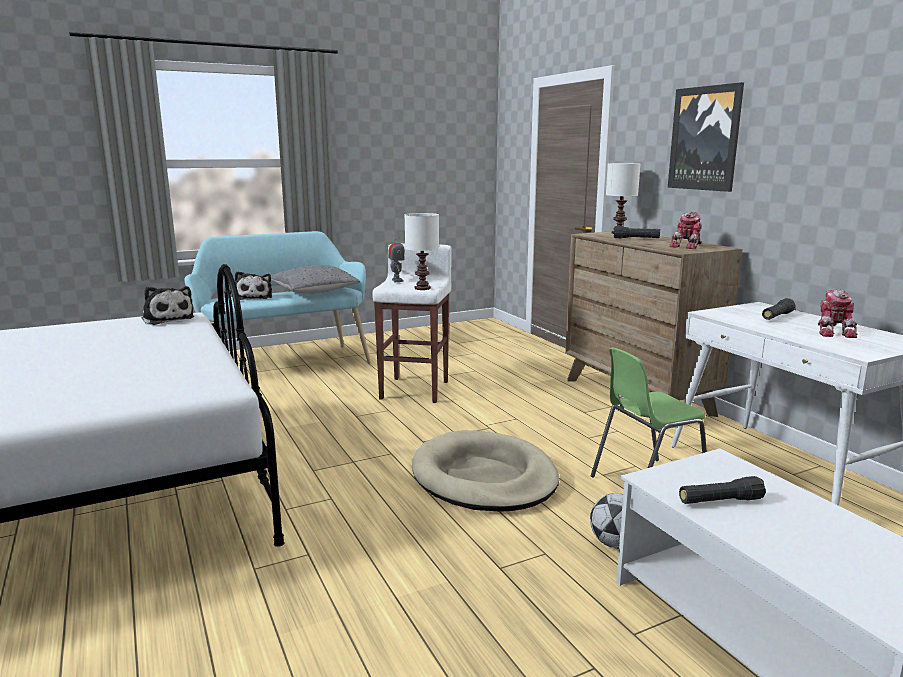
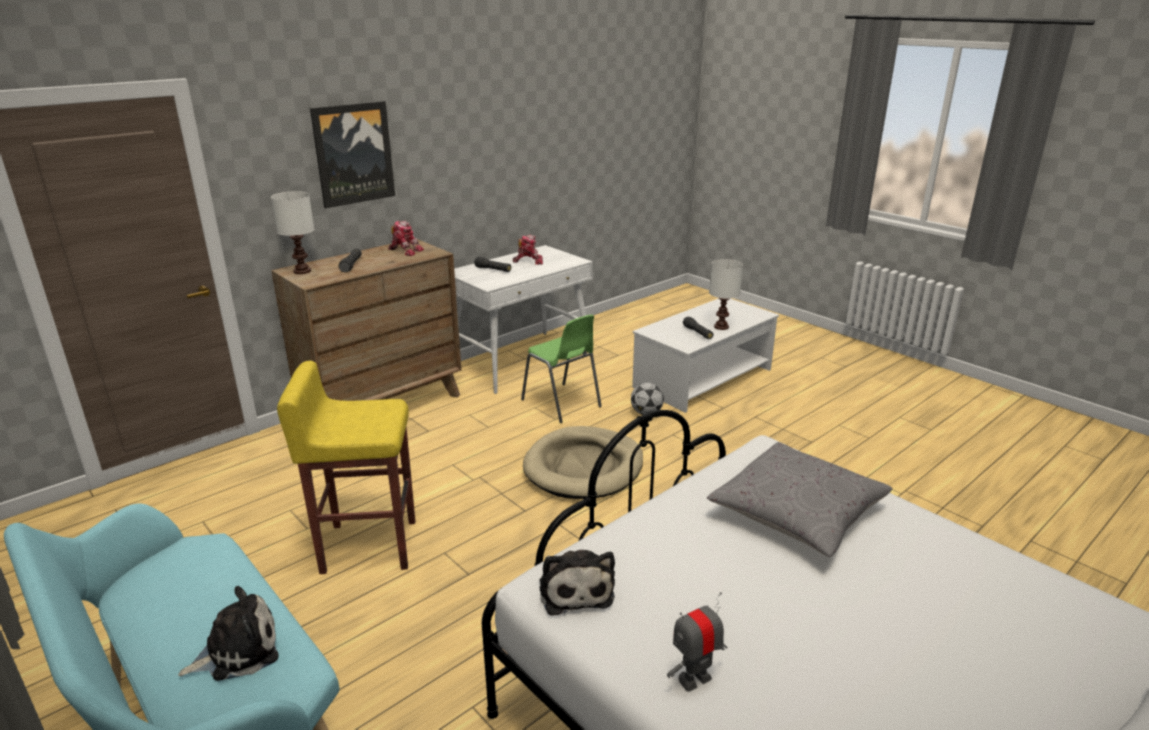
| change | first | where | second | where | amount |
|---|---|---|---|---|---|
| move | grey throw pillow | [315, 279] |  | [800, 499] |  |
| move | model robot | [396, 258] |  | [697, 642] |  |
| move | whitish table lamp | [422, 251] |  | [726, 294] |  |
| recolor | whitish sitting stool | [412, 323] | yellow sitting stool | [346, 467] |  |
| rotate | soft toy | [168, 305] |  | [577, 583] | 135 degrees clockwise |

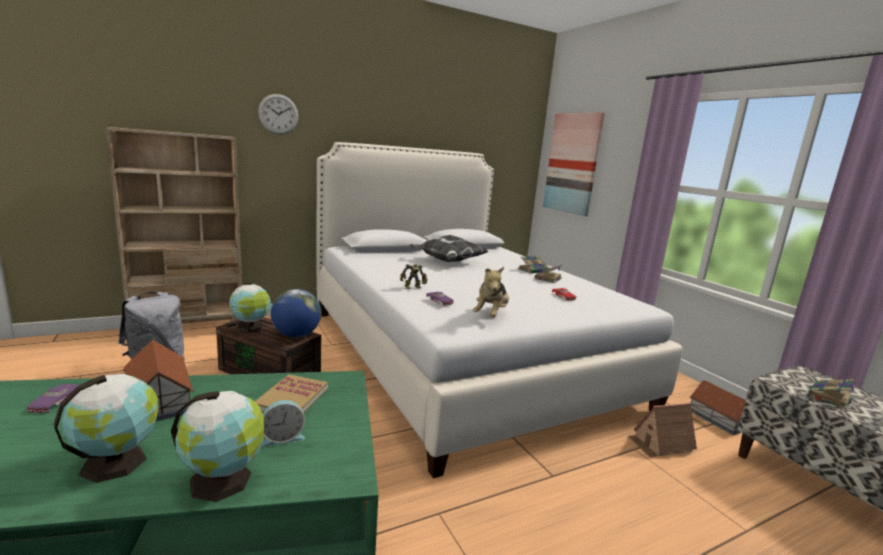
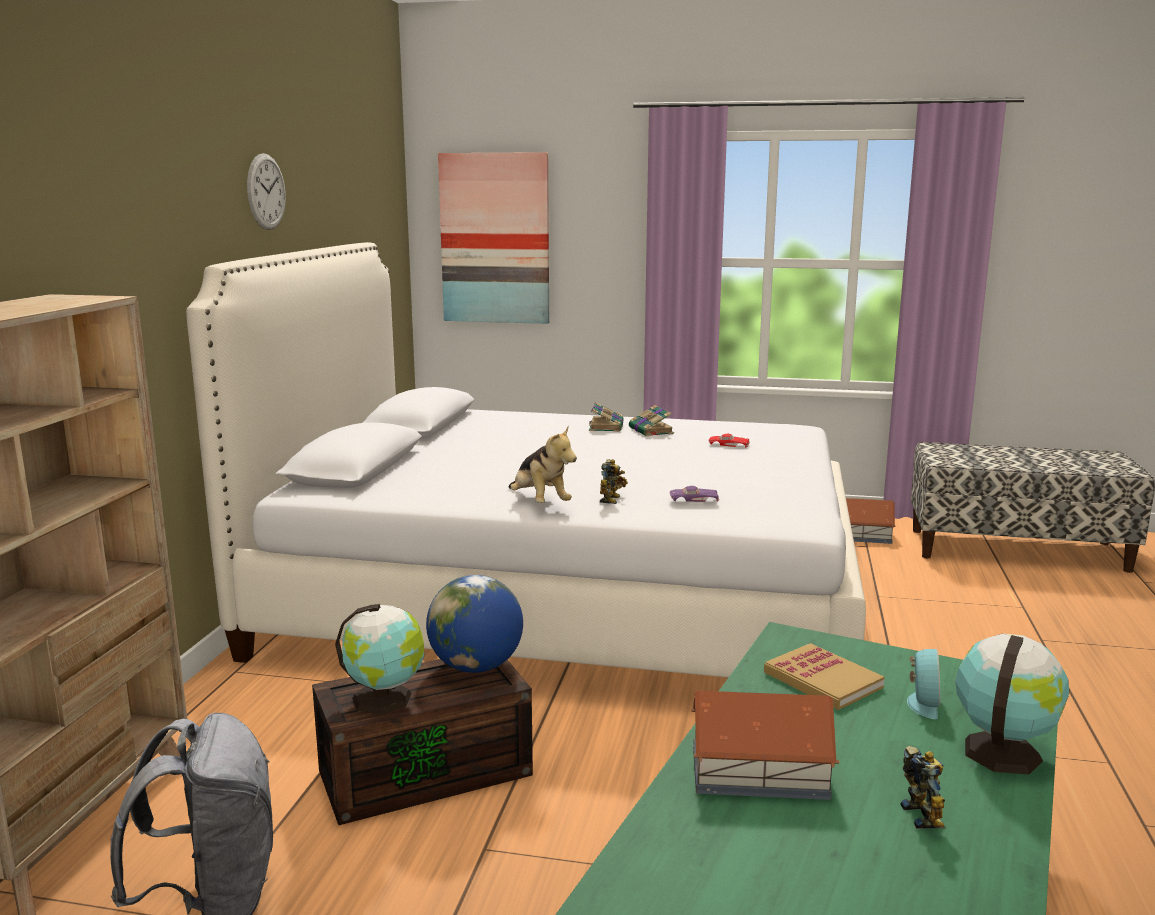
| change | first | where | second | where | amount |
|---|---|---|---|---|---|
| delete | purple model car | [53, 399] |  |  |  |
| delete | throw pillow | [449, 248] |  |  |  |
| delete | toy house | [662, 430] |  |  |  |
| delete | volume | [831, 394] |  |  |  |
| move | clock on the wall | [278, 114] |  | [266, 191] |  |
| move | soft toy | [491, 292] |  | [542, 465] |  |
| replace | globe | [106, 428] | model robot | [923, 787] |  |

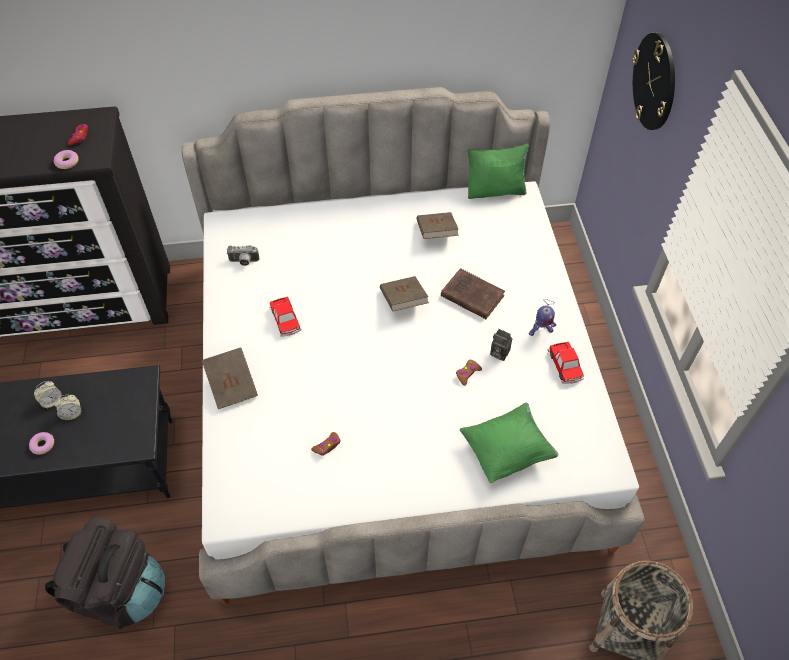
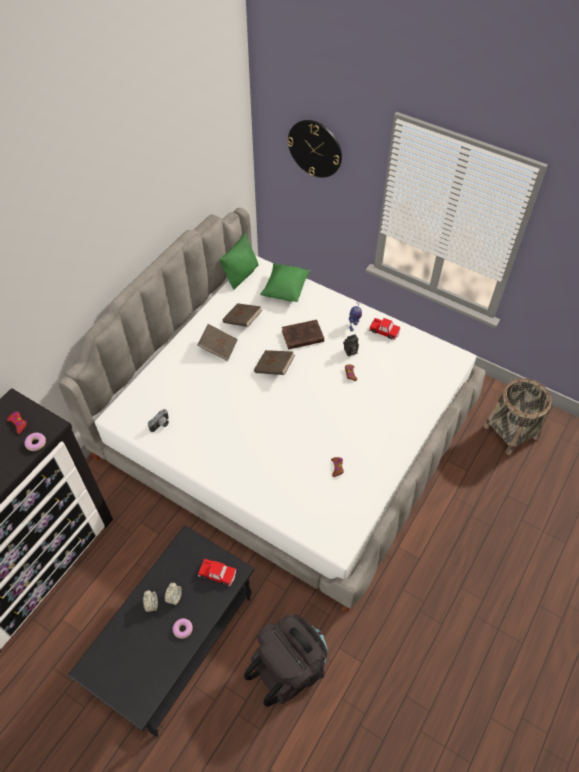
| change | first | where | second | where | amount |
|---|---|---|---|---|---|
| move | brownish volume | [230, 378] |  | [217, 342] |  |
| move | model car | [285, 317] |  | [217, 573] |  |
| move | green throw pillow | [509, 443] |  | [285, 282] |  |

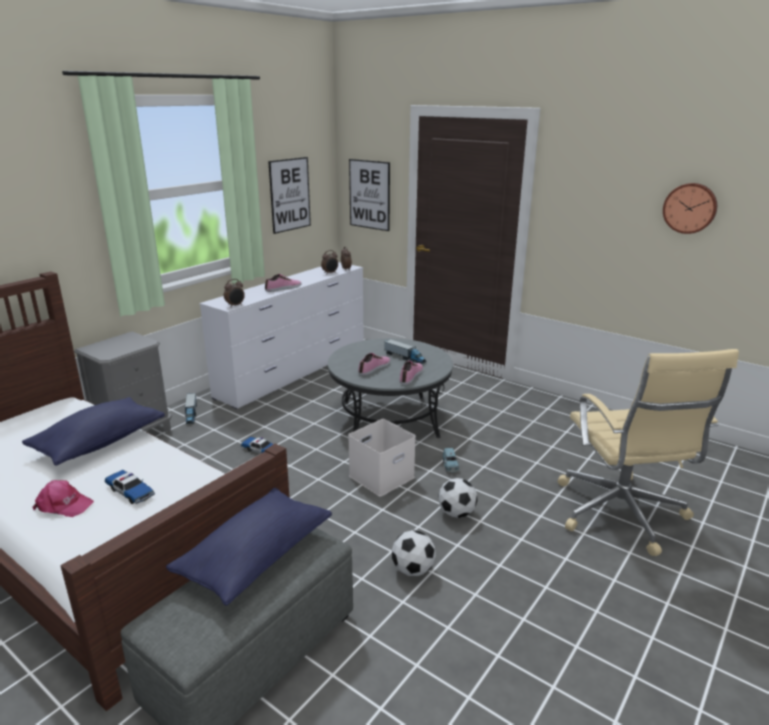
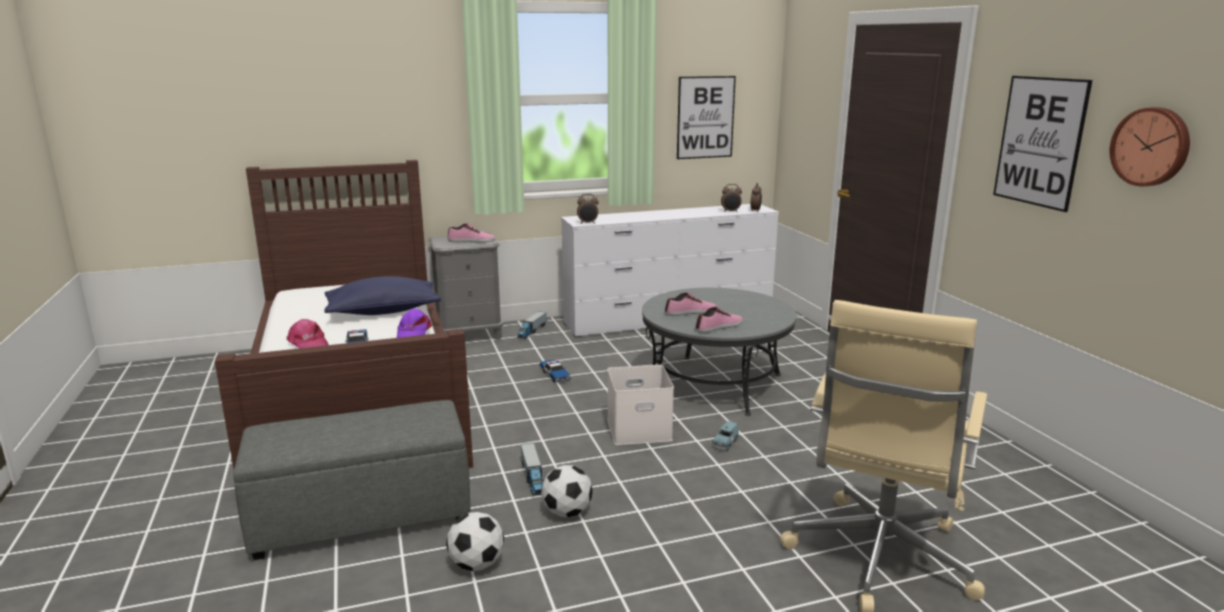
| change | first | where | second | where | amount |
|---|---|---|---|---|---|
| delete | blue throw pillow | [249, 547] |  |  |  |
| insert |  |  | purple peaked cap | [414, 323] |  |
| move | low shoe | [283, 283] |  | [471, 233] |  |
| move | picture | [369, 195] |  | [1042, 144] |  |
| move | toy lorry | [405, 351] |  | [532, 469] |  |
| move | ball for football | [457, 498] |  | [475, 541] |  |

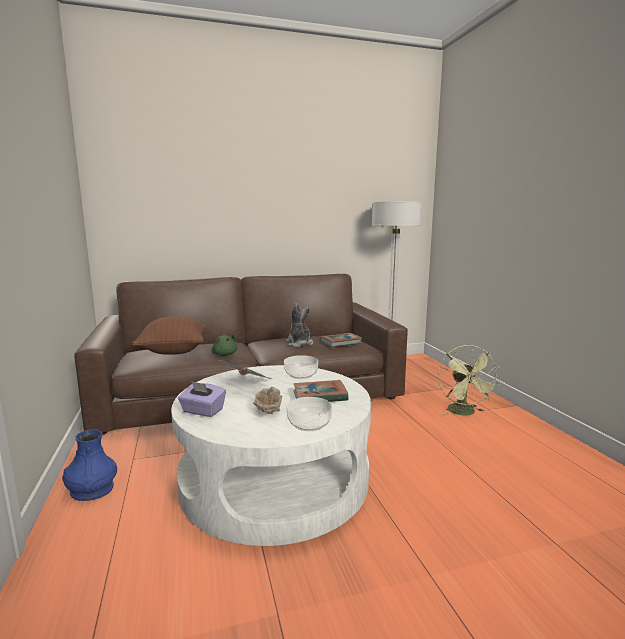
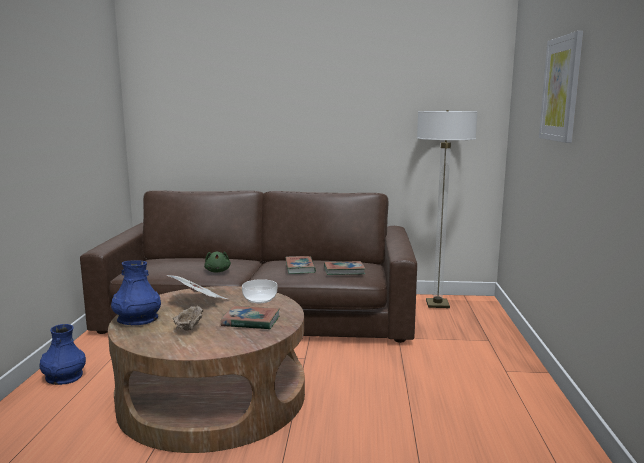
| change | first | where | second | where | amount |
|---|---|---|---|---|---|
| delete | brownish throw pillow | [169, 335] |  |  |  |
| delete | bowl | [309, 414] |  |  |  |
| delete | green electric fan | [469, 380] |  |  |  |
| insert |  |  | picture | [561, 87] |  |
| replace | purple box of tissues | [202, 399] | blue flower vase | [136, 293] |  |
| replace | soft toy | [299, 325] | volume | [300, 265] |  |
| recolor | whitish coffee table | [271, 455] | brownish coffee table | [206, 369] |  |

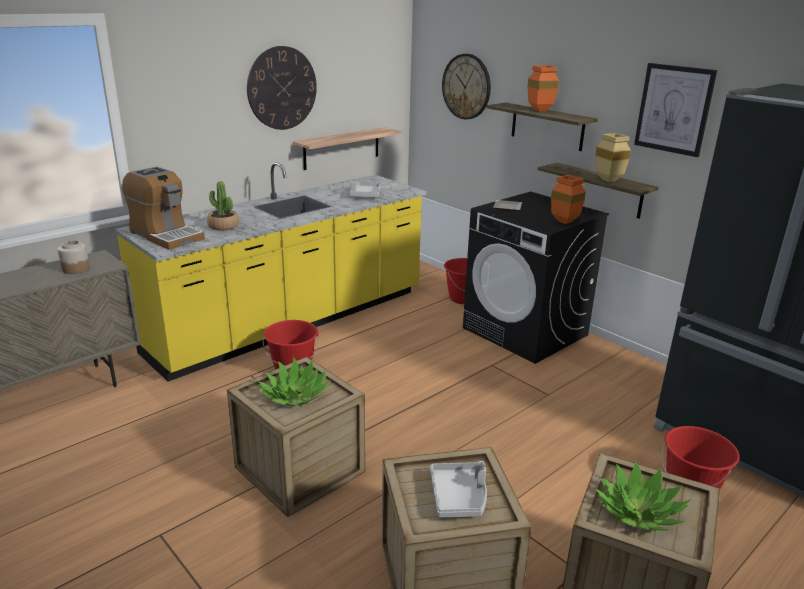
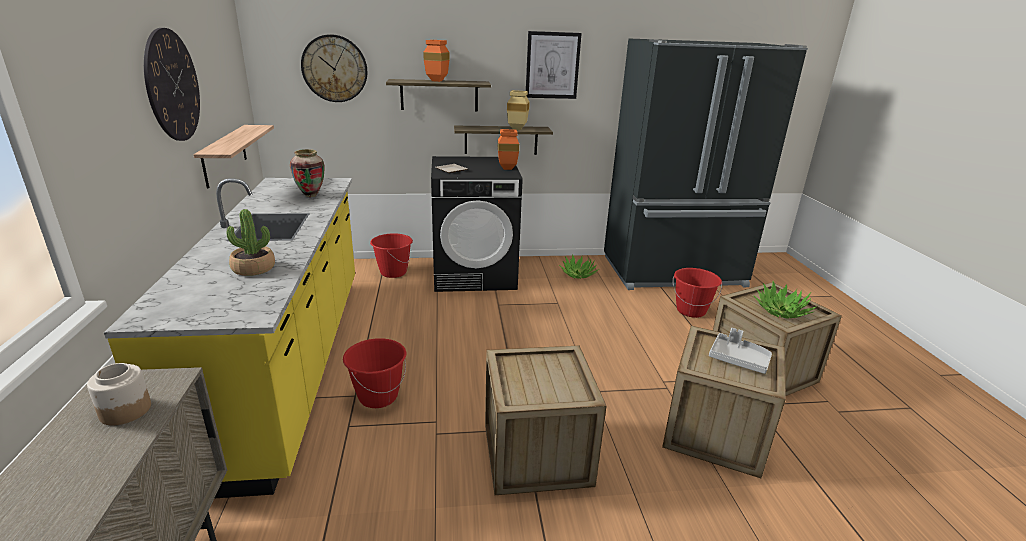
| change | first | where | second | where | amount |
|---|---|---|---|---|---|
| delete | coffee machine | [163, 208] |  |  |  |
| move | potted plant | [294, 381] |  | [579, 266] |  |
| replace | grey carrying tray | [365, 188] | flower vase | [307, 173] |  |

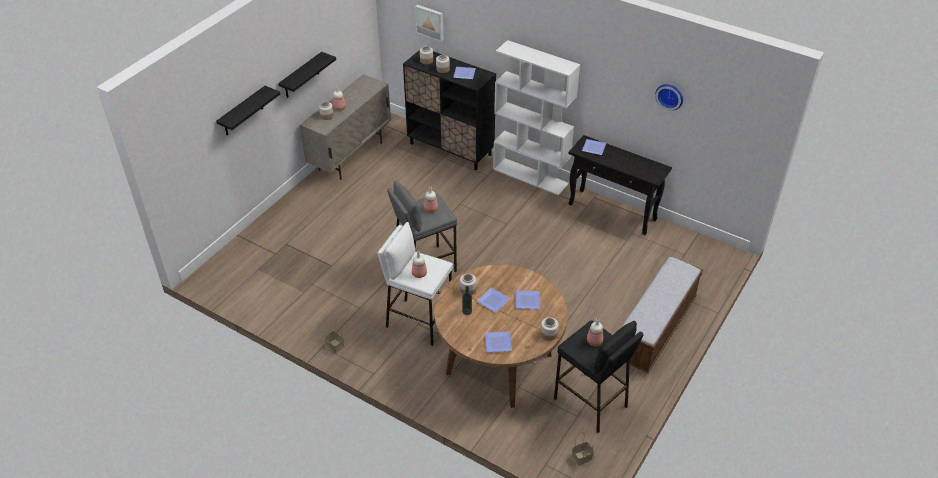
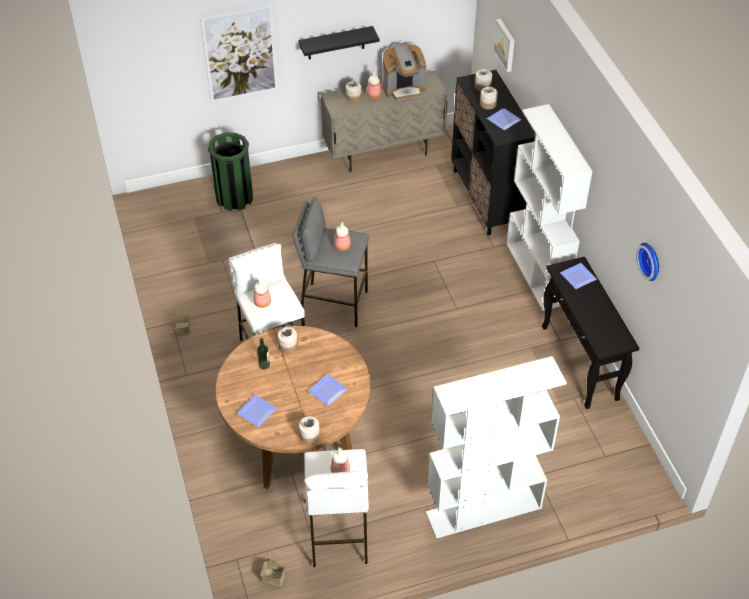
| change | first | where | second | where | amount |
|---|---|---|---|---|---|
| delete | dinner plate | [493, 300] |  |  |  |
| insert |  |  | green trash can | [230, 171] |  |
| insert |  |  | coffee machine | [404, 72] |  |
| replace | black bracket shelf | [248, 110] | picture | [239, 53] |  |
| replace | bench | [662, 315] | whitish shelving unit | [496, 447] |  |
| recolor | black sitting stool | [598, 376] | whitish sitting stool | [336, 508] |  |

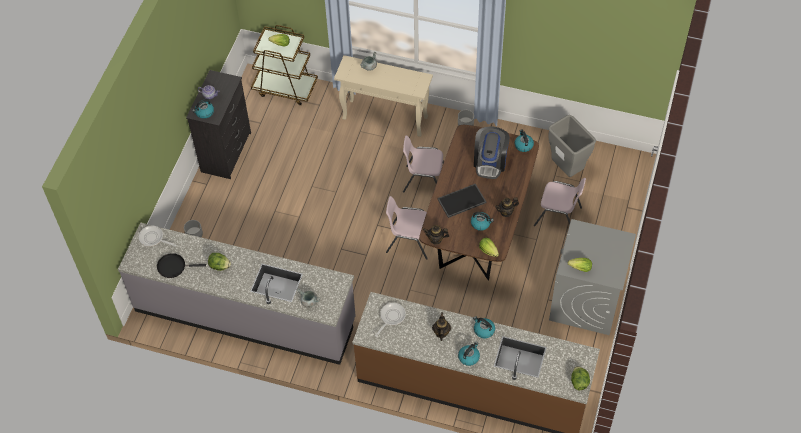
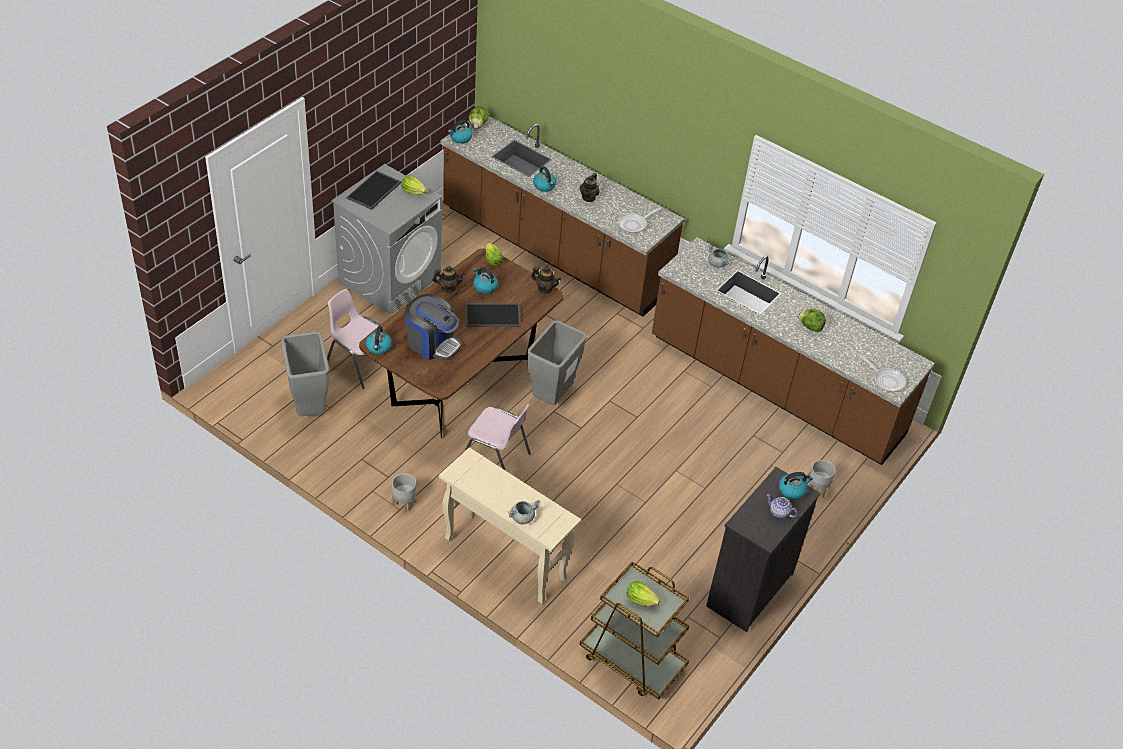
| change | first | where | second | where | amount |
|---|---|---|---|---|---|
| delete | black pan | [181, 265] |  |  |  |
| insert |  |  | carrying tray | [374, 190] |  |
| move | kettle | [469, 354] |  | [460, 132] |  |
| replace | pink upright chair | [407, 228] | grey trash can | [557, 362] |  |
| recolor | grey counter | [237, 293] | brownish counter | [793, 351] |  |
| rotate | coffee machine | [492, 152] |  | [433, 327] | 90 degrees clockwise |

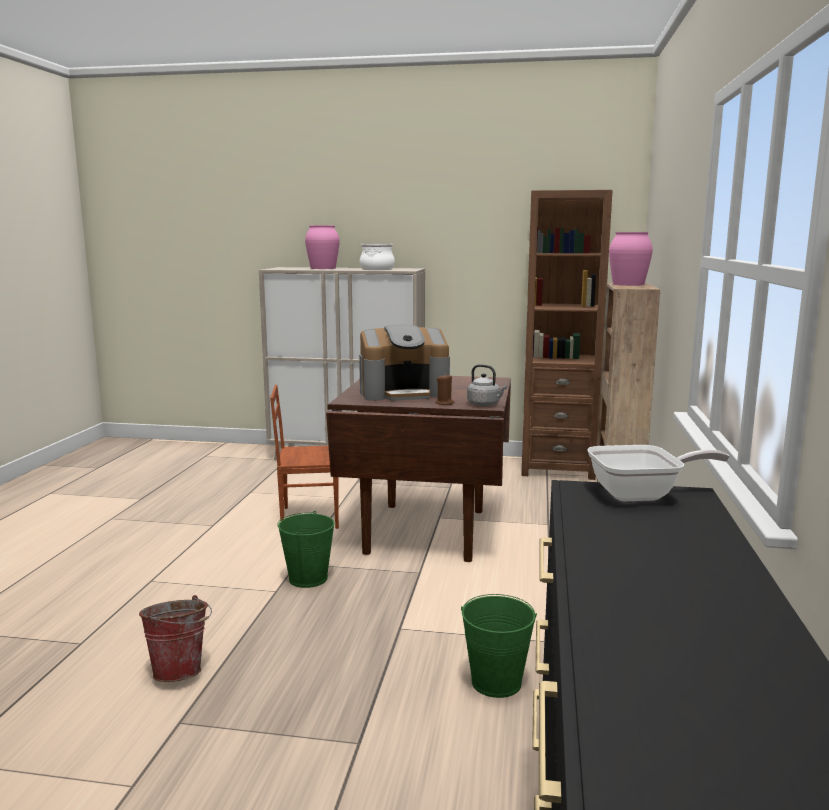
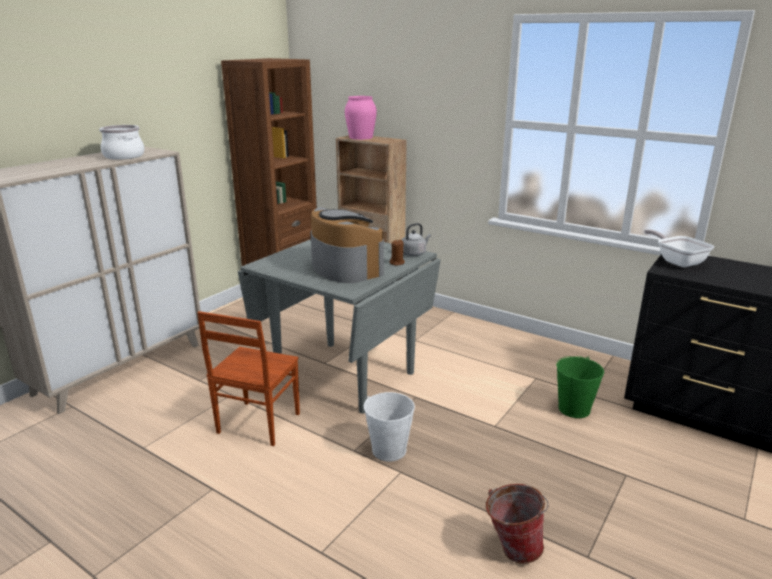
| change | first | where | second | where | amount |
|---|---|---|---|---|---|
| delete | pink flower vase | [322, 247] |  |  |  |
| recolor | green water bucket | [306, 549] | whitish water bucket | [389, 427] |  |
| recolor | brownish dining table | [418, 469] | grey dining table | [339, 326] |  |
| rotate | coffee machine | [404, 363] |  | [347, 245] | 45 degrees counterclockwise |
| rotate | pan | [658, 473] |  | [679, 248] | 45 degrees counterclockwise |

